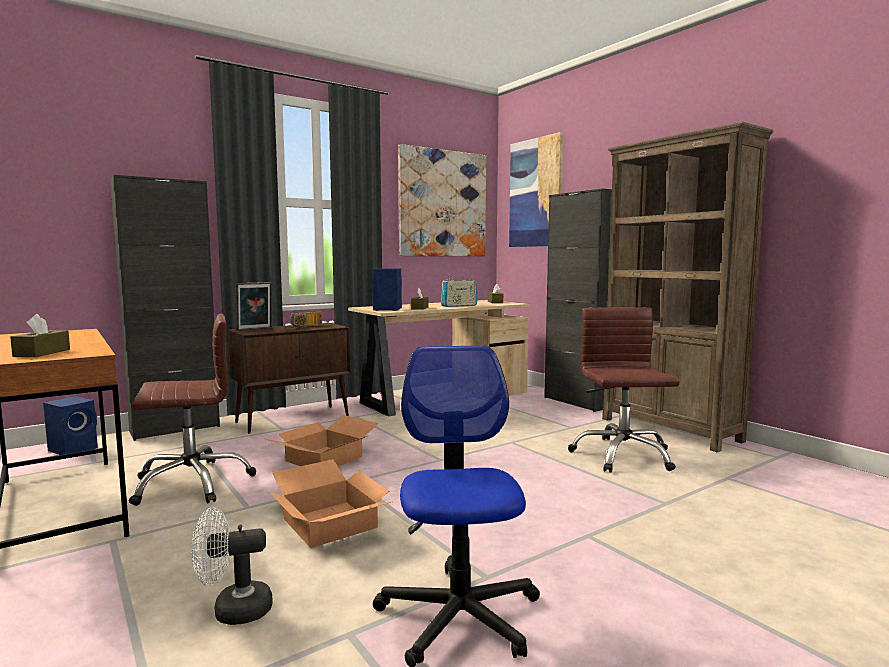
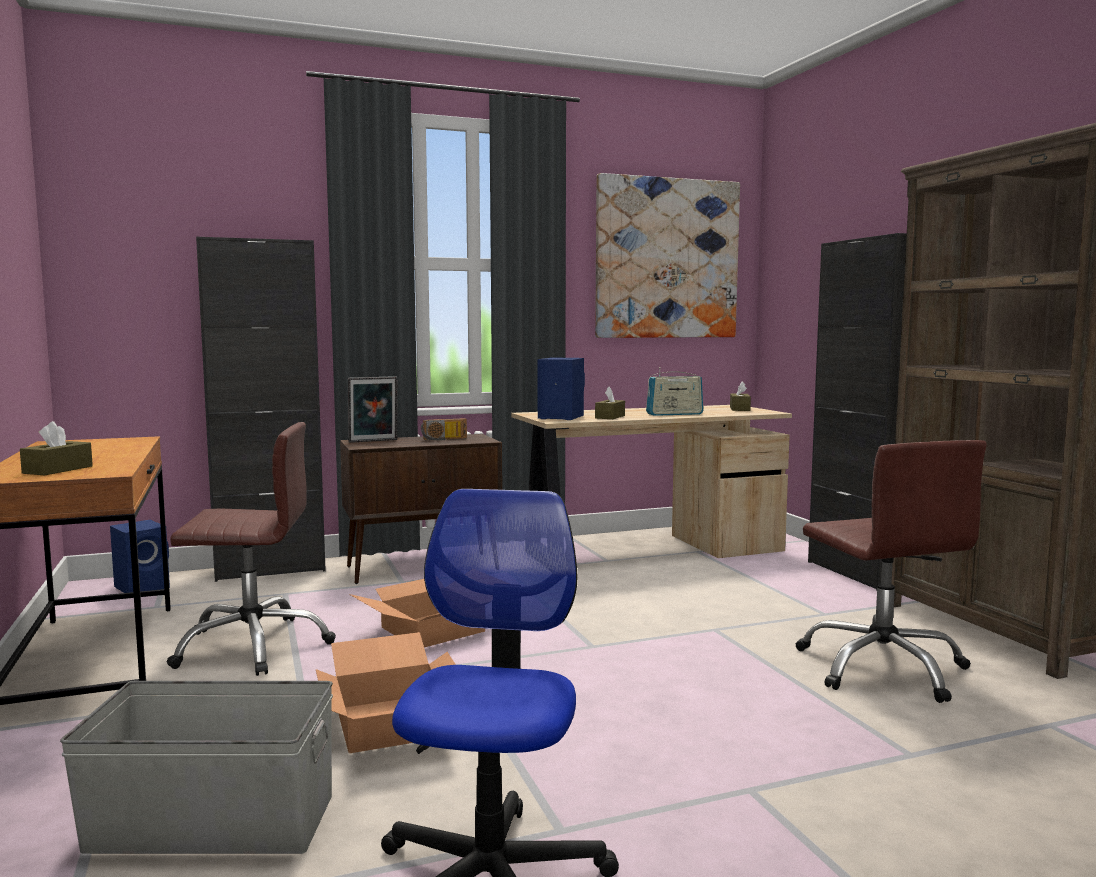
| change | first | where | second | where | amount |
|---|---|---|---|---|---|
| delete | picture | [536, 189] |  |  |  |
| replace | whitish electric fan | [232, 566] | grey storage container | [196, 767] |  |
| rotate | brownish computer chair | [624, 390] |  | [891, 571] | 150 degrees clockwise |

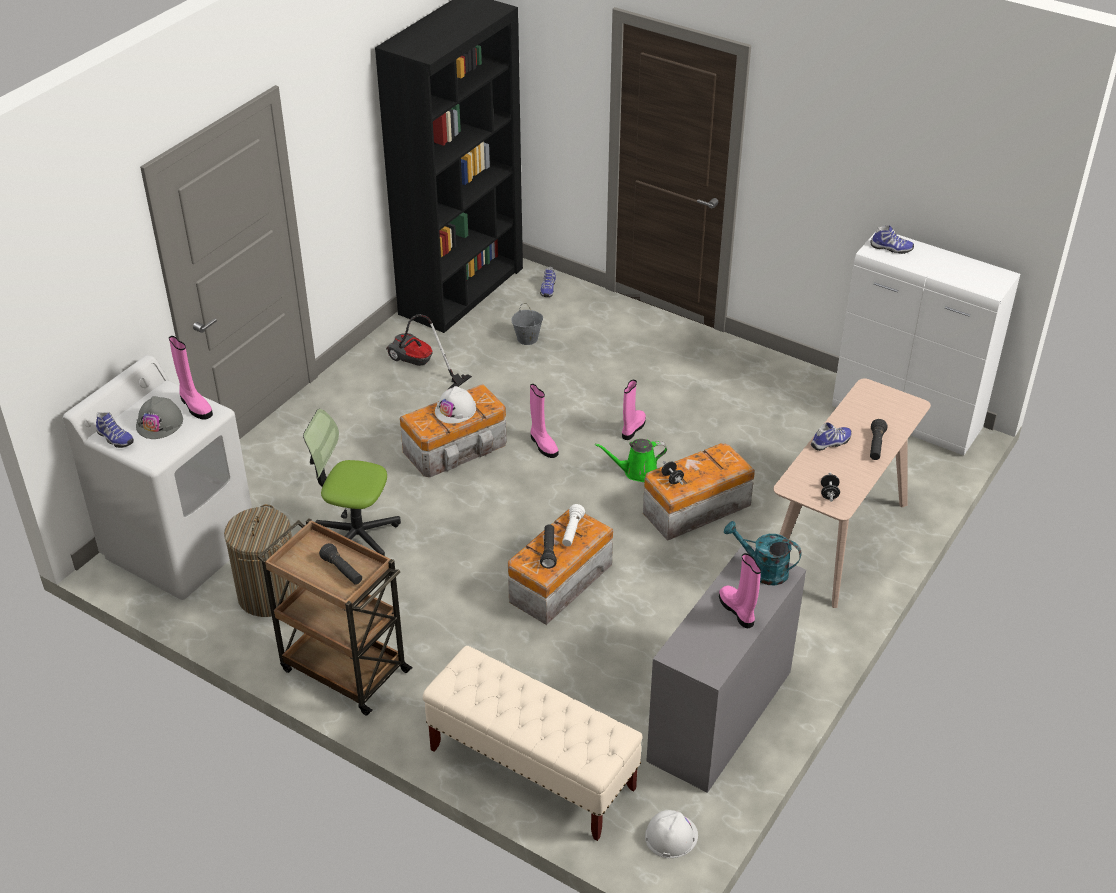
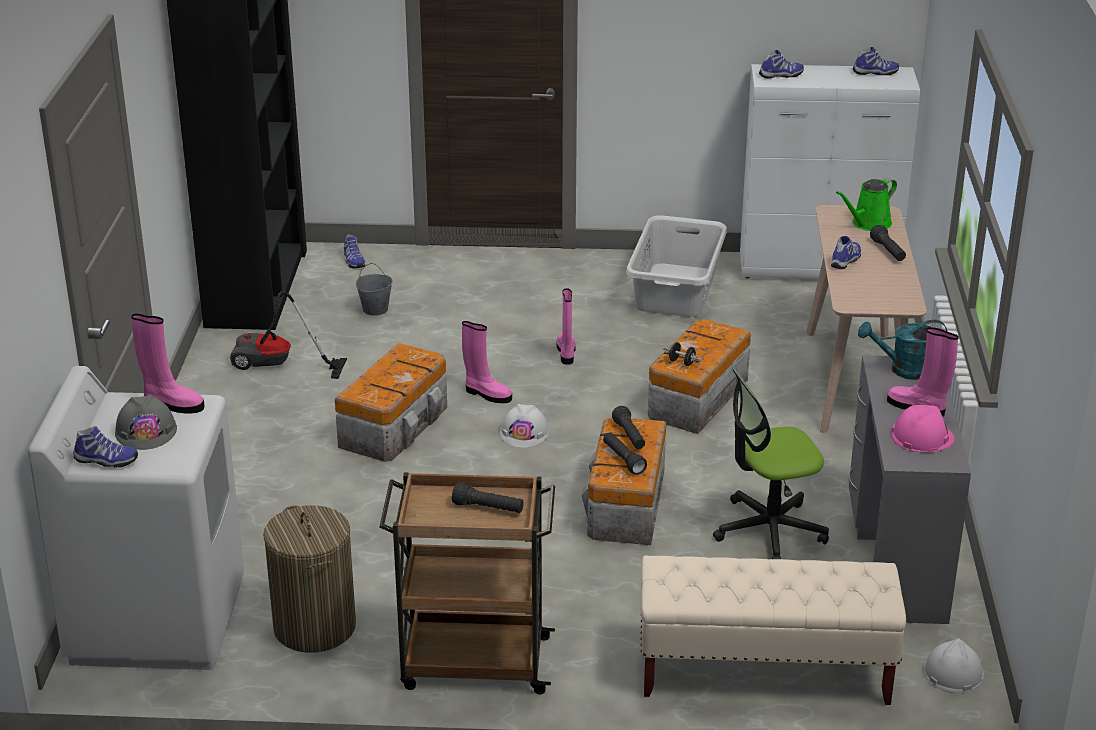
| change | first | where | second | where | amount |
|---|---|---|---|---|---|
| delete | black hand weight | [830, 487] |  |  |  |
| insert |  |  | grey hamper | [676, 266] |  |
| insert |  |  | low shoe | [876, 61] |  |
| insert |  |  | pink work helmet | [923, 429] |  |
| move | computer chair | [352, 482] |  | [771, 463] |  |
| move | whitish work helmet | [455, 405] |  | [524, 426] |  |
| move | green watering can | [631, 460] |  | [866, 204] |  |
| recolor | whitish torch | [573, 525] | black torch | [628, 427] |  |

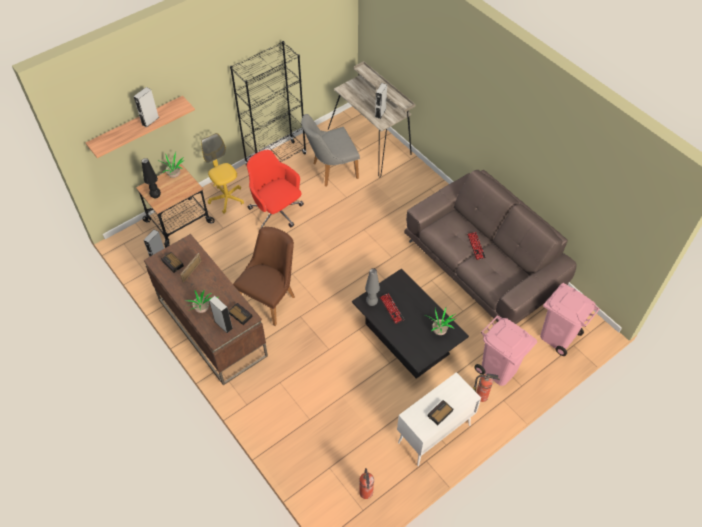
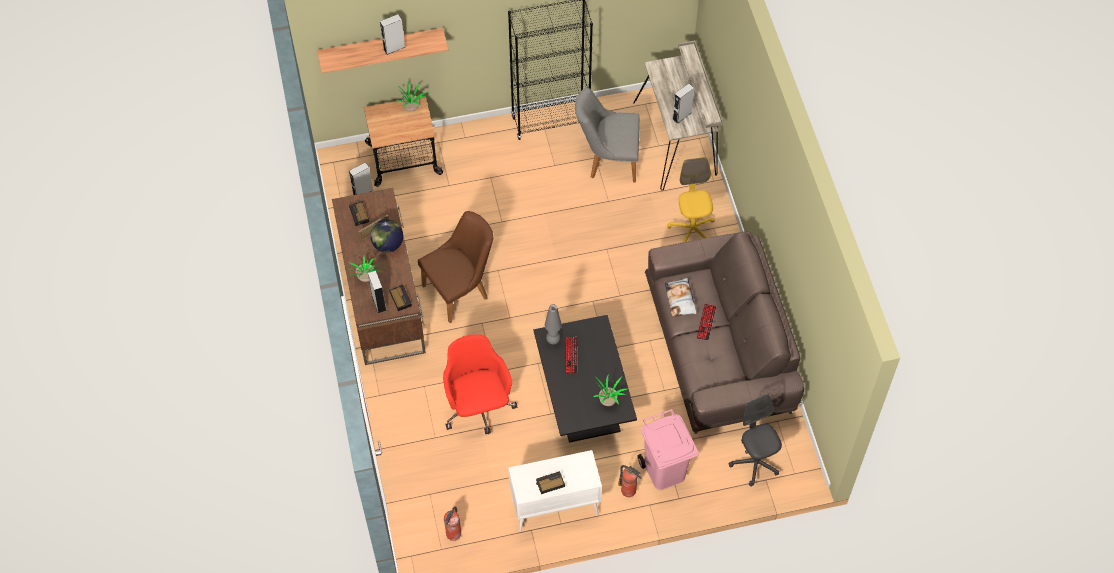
| change | first | where | second | where | amount |
|---|---|---|---|---|---|
| delete | black table lamp | [151, 178] |  |  |  |
| insert |  |  | globe | [386, 236] |  |
| insert |  |  | throw pillow | [681, 297] |  |
| move | yellow computer chair | [222, 173] |  | [691, 200] |  |
| move | red computer chair | [275, 189] |  | [480, 384] |  |
| replace | pink trash can | [570, 319] | grey computer chair | [755, 440] |  |

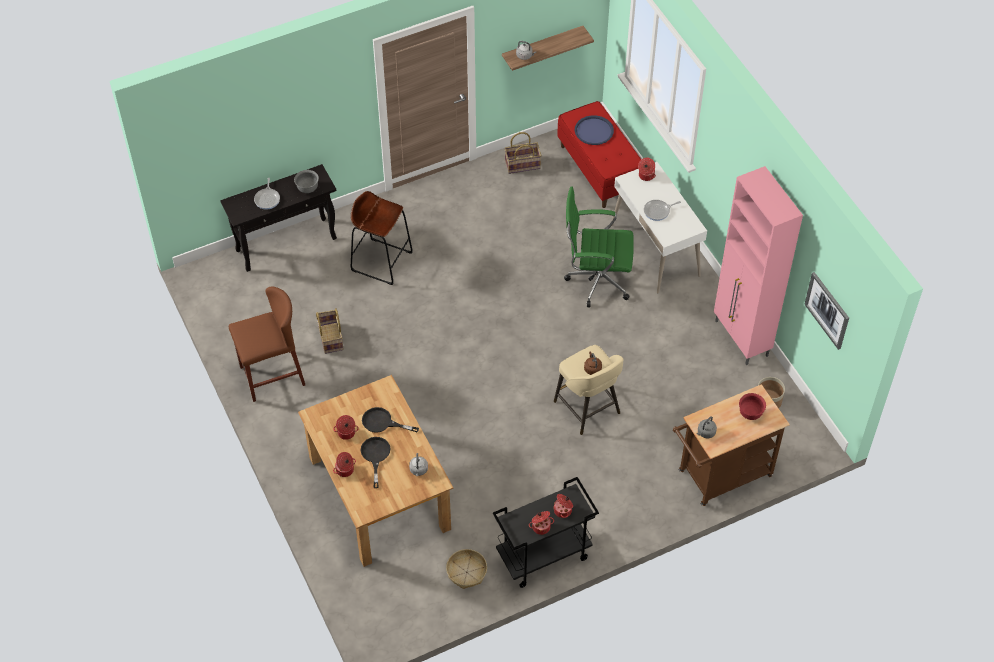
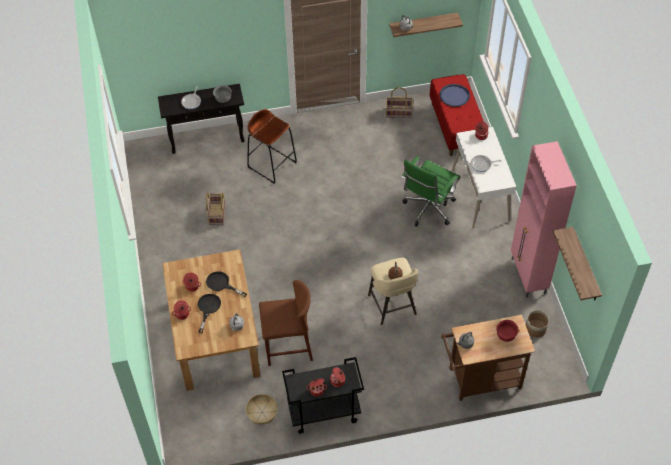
| change | first | where | second | where | amount |
|---|---|---|---|---|---|
| move | brownish sitting stool | [267, 344] |  | [286, 323] |  |
| replace | picture | [826, 311] | bracket shelf | [577, 264] |  |
| rotate | green computer chair | [599, 246] |  | [431, 191] | 75 degrees counterclockwise |

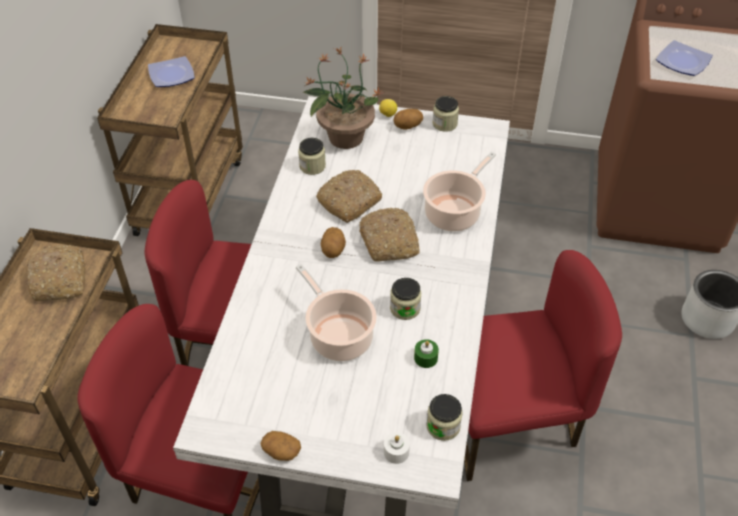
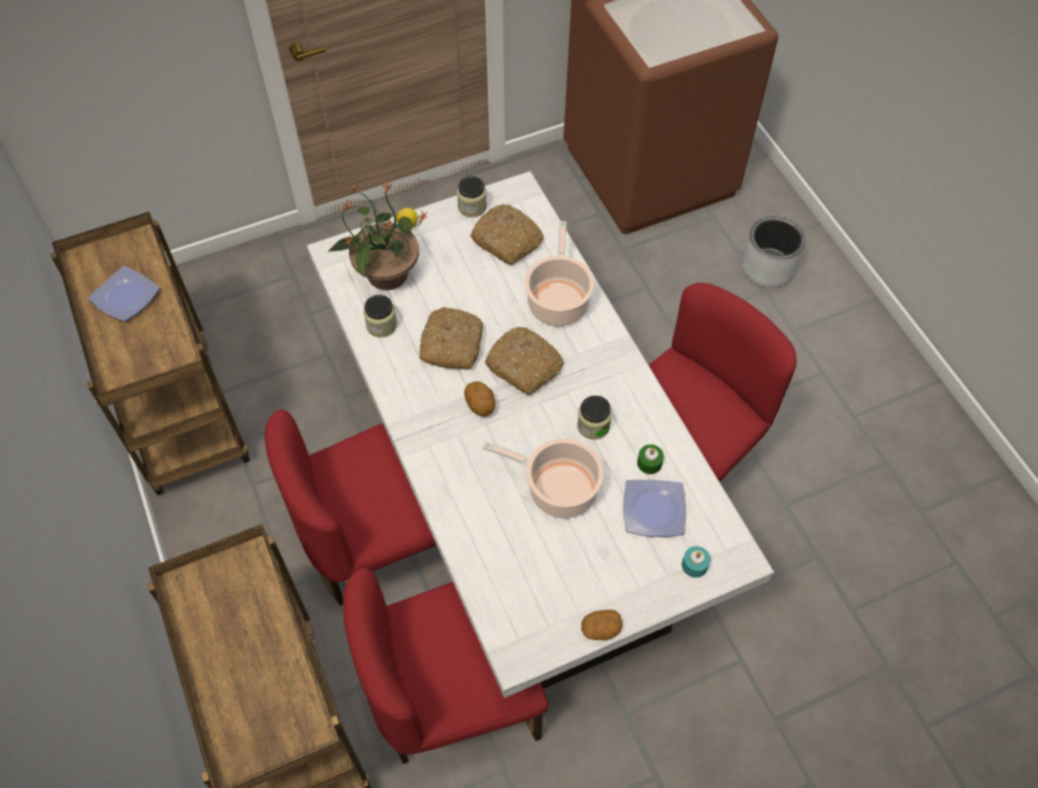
| change | first | where | second | where | amount |
|---|---|---|---|---|---|
| delete | potato | [408, 119] |  |  |  |
| delete | preserve jar | [444, 417] |  |  |  |
| move | bakery bread | [55, 273] |  | [507, 234] |  |
| move | dinner plate | [684, 58] |  | [654, 508] |  |
| recolor | whitish candle | [397, 448] | turquoise candle | [696, 562] |  |

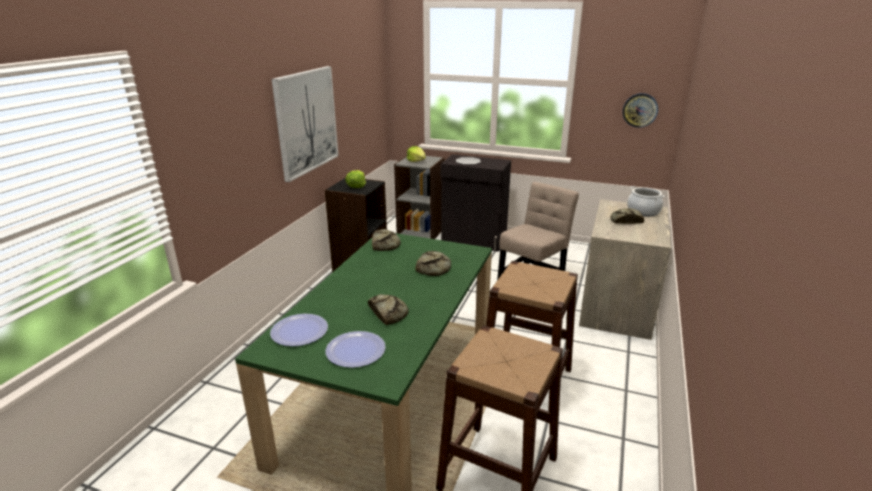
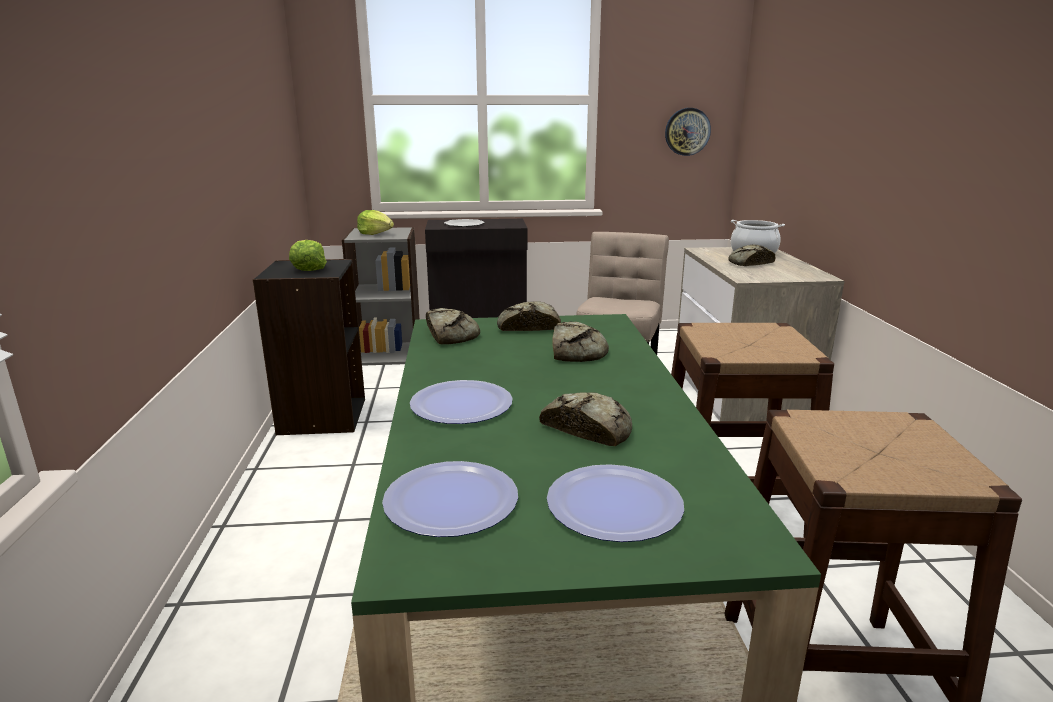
| change | first | where | second | where | amount |
|---|---|---|---|---|---|
| delete | picture | [305, 124] |  |  |  |
| insert |  |  | dinner plate | [461, 402] |  |
| insert |  |  | bakery bread | [529, 316] |  |

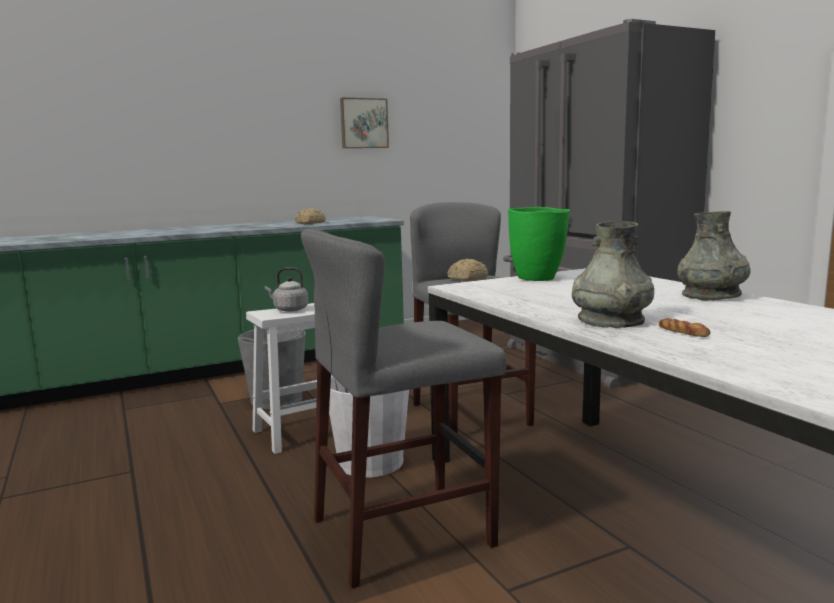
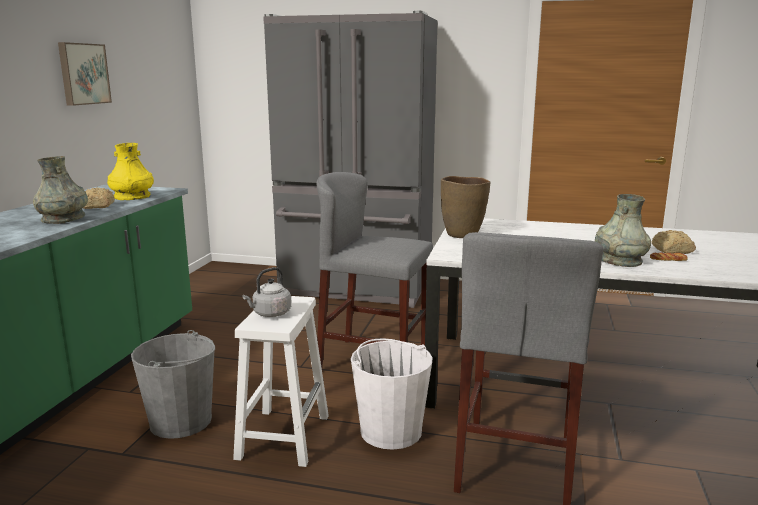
| change | first | where | second | where | amount |
|---|---|---|---|---|---|
| insert |  |  | yellow flower vase | [130, 171] |  |
| move | bakery bread | [467, 270] |  | [673, 242] |  |
| move | grey flower vase | [714, 256] |  | [60, 190] |  |
| recolor | green flower vase | [539, 244] | brownish flower vase | [466, 207] |  |

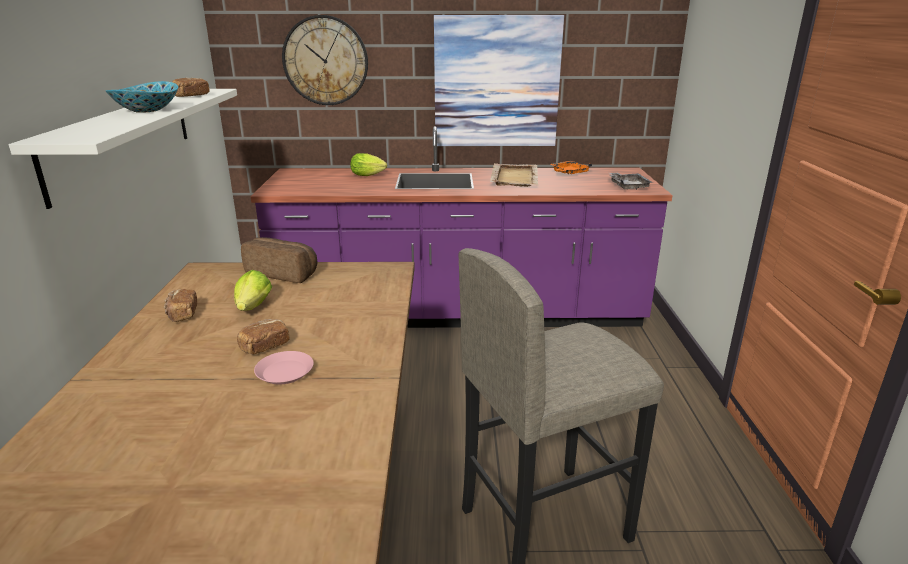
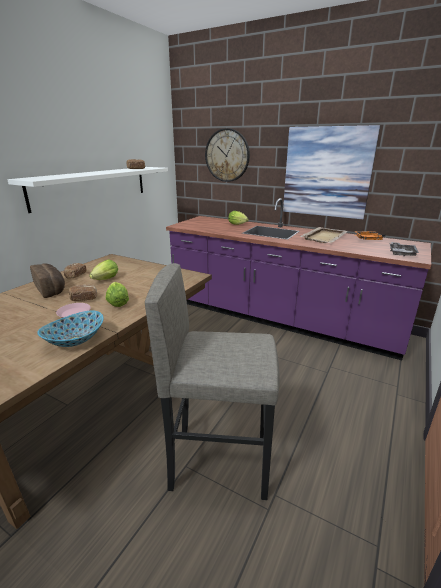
| change | first | where | second | where | amount |
|---|---|---|---|---|---|
| insert |  |  | lettuce | [117, 294] |  |
| move | bowl | [141, 97] |  | [70, 328] |  |
| move | bakery bread | [279, 260] |  | [47, 280] |  |

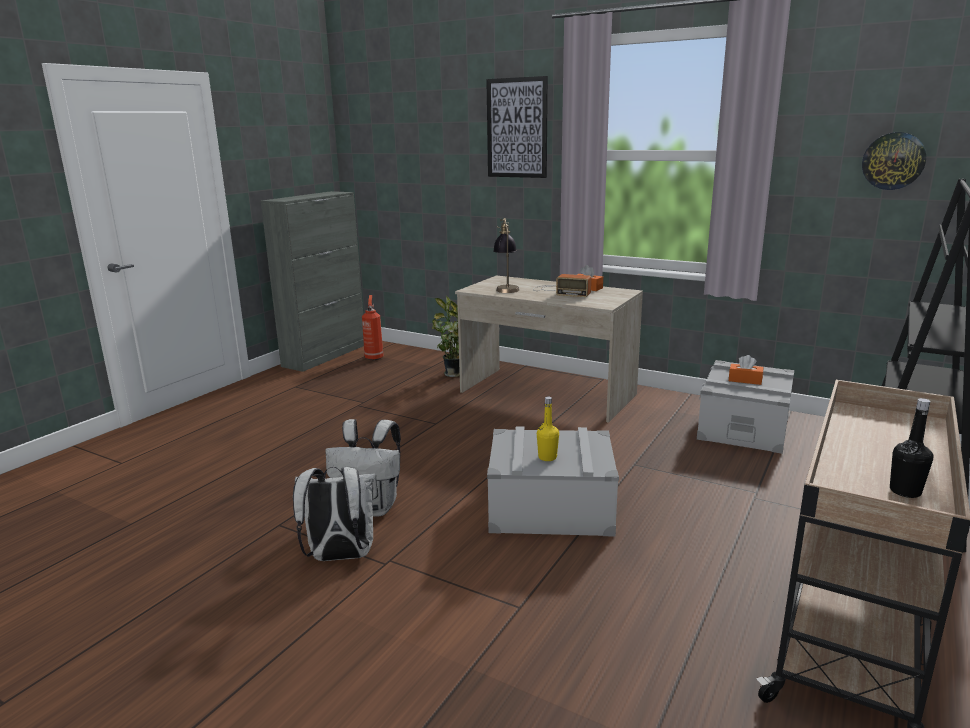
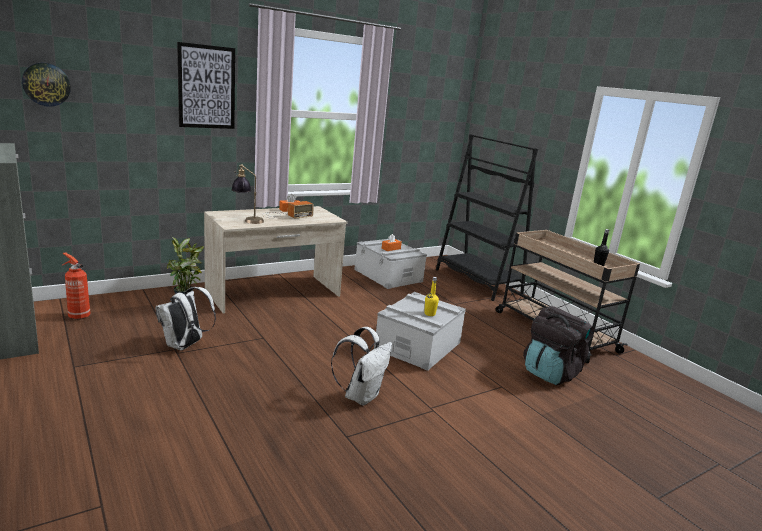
| change | first | where | second | where | amount |
|---|---|---|---|---|---|
| insert |  |  | black backpack | [558, 345] |  |
| move | whitish backpack | [335, 514] |  | [185, 318] |  |
| move | clock on the wall | [894, 161] |  | [46, 85] |  |

